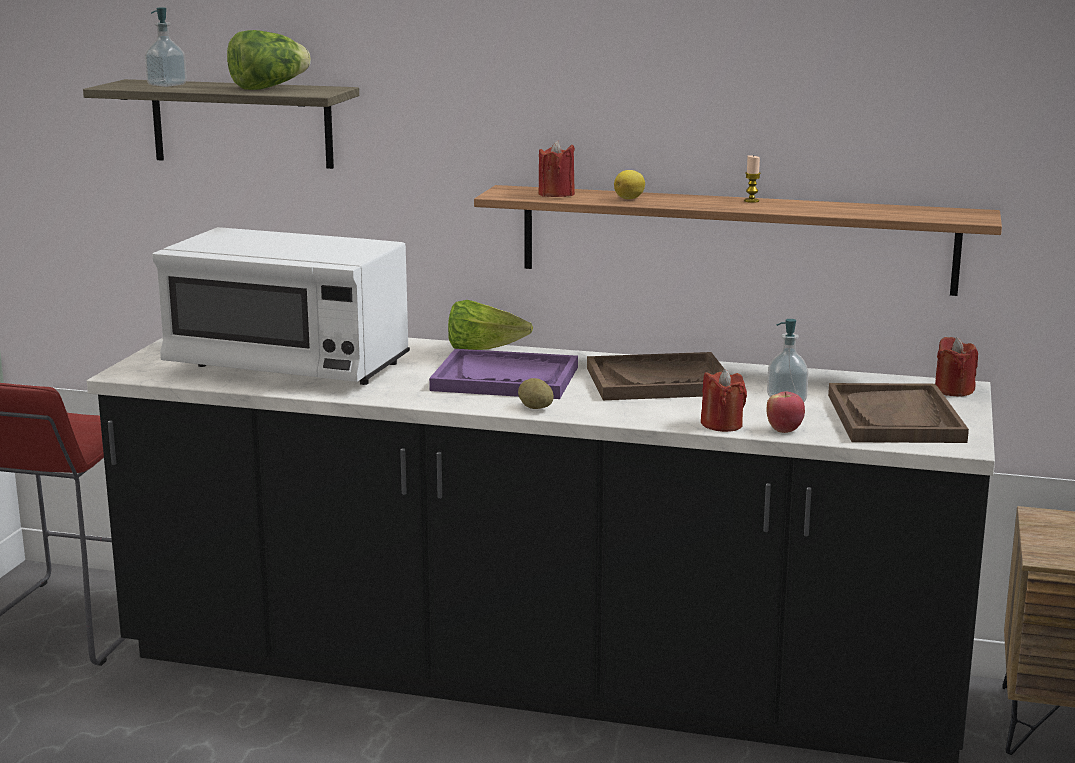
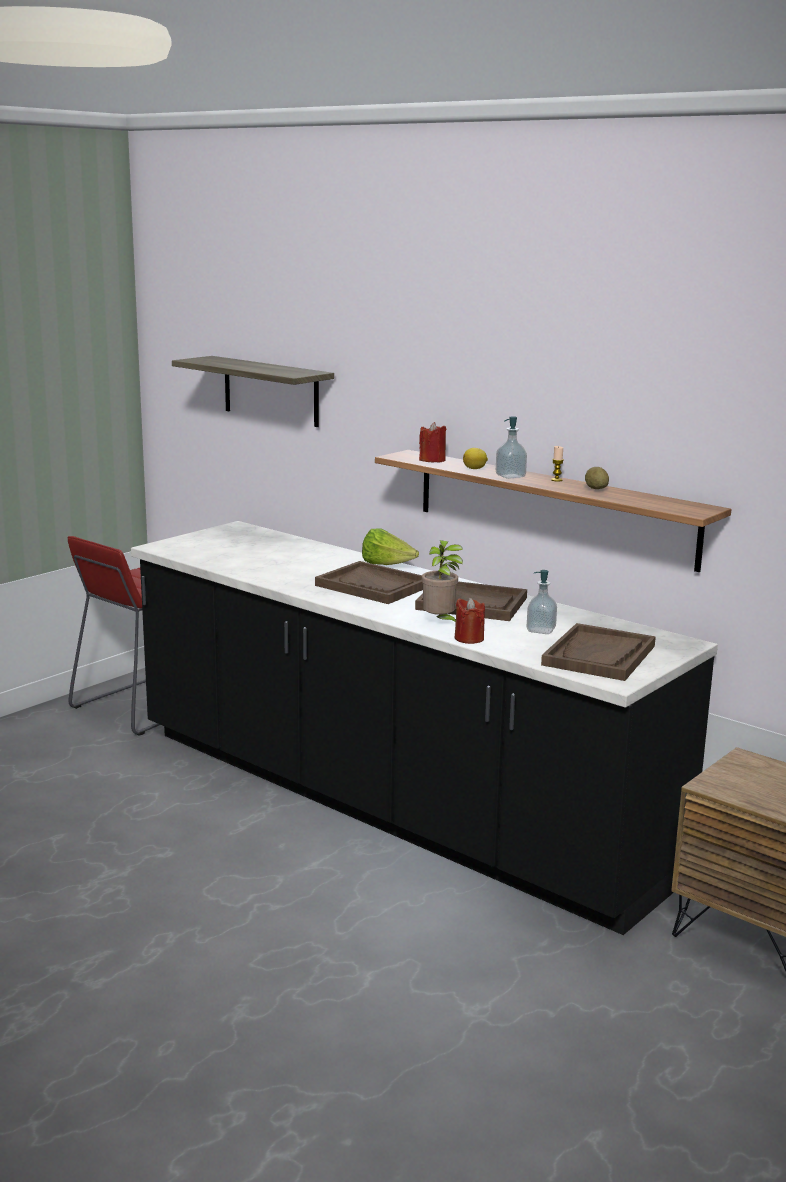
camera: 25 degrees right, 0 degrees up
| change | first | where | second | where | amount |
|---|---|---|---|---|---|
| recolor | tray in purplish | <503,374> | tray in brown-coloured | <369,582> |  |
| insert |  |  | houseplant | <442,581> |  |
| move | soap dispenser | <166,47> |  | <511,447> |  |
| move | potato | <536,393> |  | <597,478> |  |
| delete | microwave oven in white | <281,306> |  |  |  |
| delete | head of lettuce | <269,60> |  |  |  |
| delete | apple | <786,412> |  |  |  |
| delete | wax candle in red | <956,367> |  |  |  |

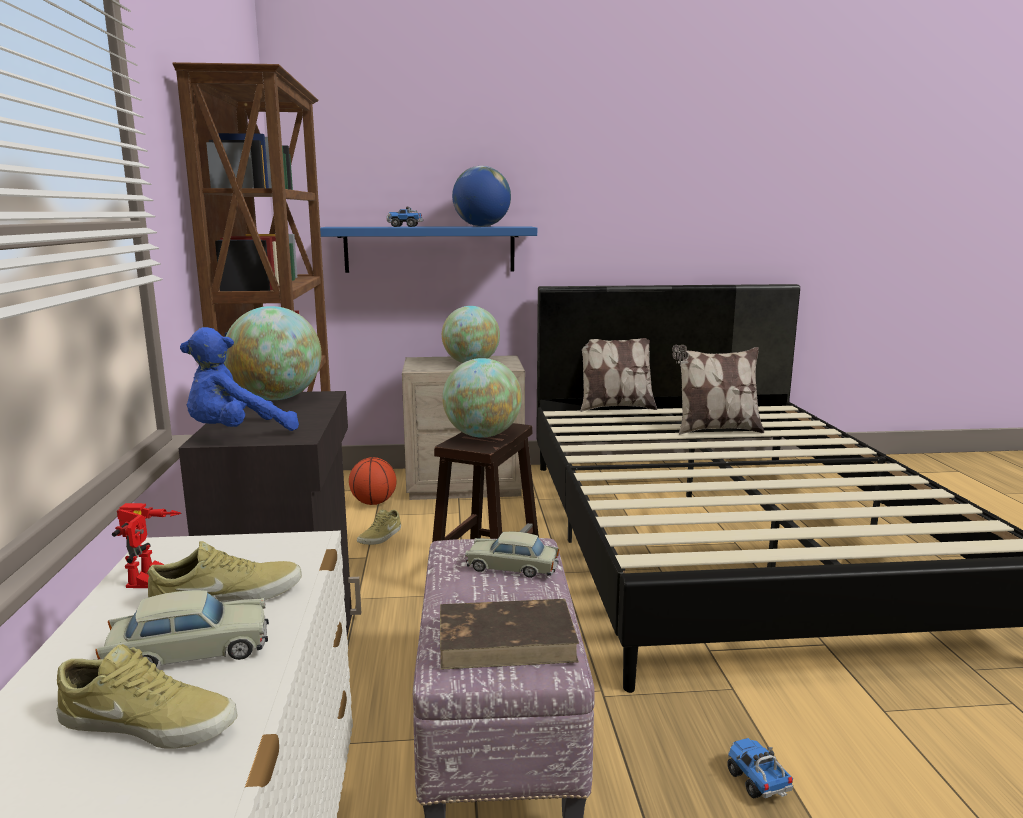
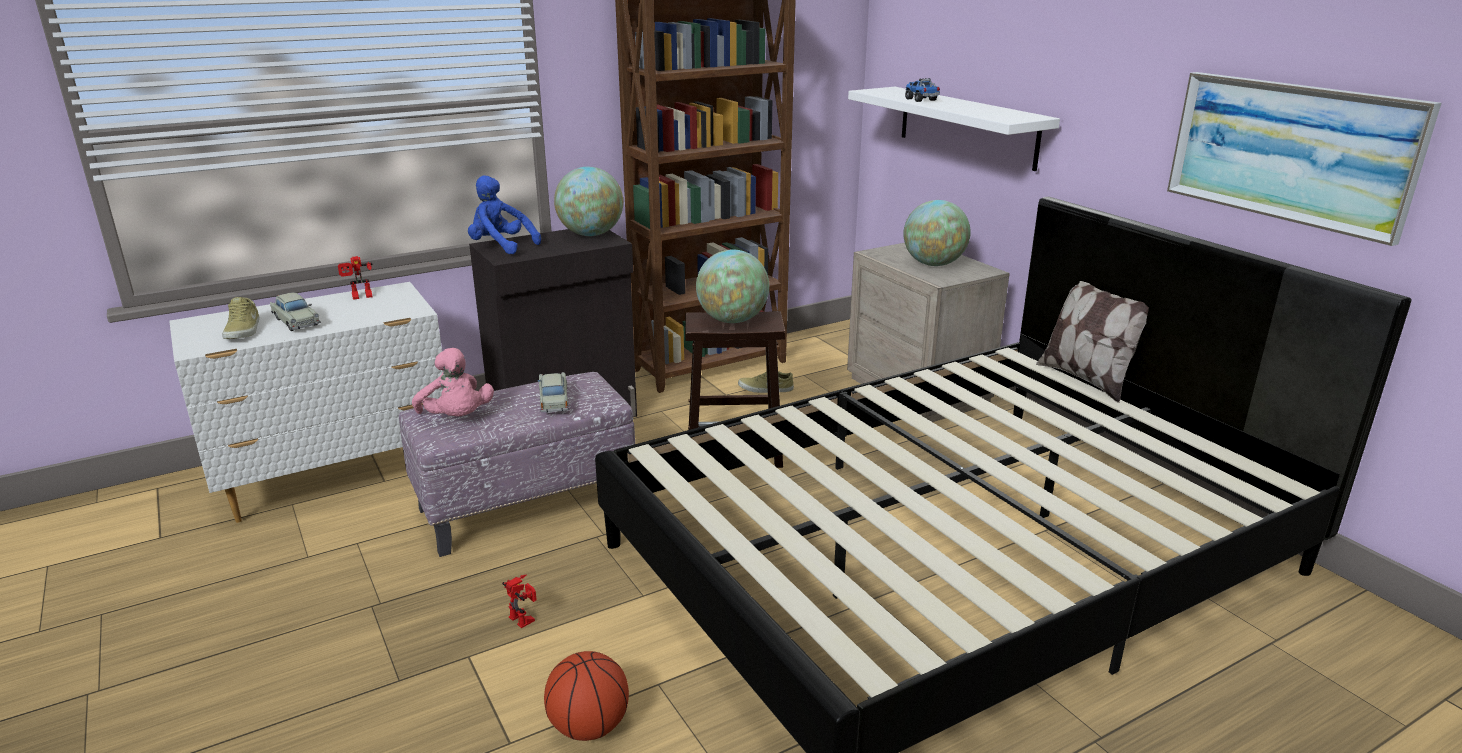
camera: 65 degrees right, 10 degrees up
| change | first | where | second | where | amount |
|---|---|---|---|---|---|
| replace | bound book in brown-coloured | <509,634> | cuddly toy in pinkish | <453,382> |  |
| replace | model truck | <760,768> | model robot | <519,601> |  |
| move | basketball ball | <373,481> |  | <586,696> |  |
| recolor | wall shelf in bluish | <428,249> | wall shelf in white | <954,129> |  |
| insert |  |  | wall art | <1304,159> |  |
| delete | shoe in sand-coloured | <224,571> |  |  |  |
| delete | world globe | <481,196> |  |  |  |
| delete | cushion | <718,390> |  |  |  |

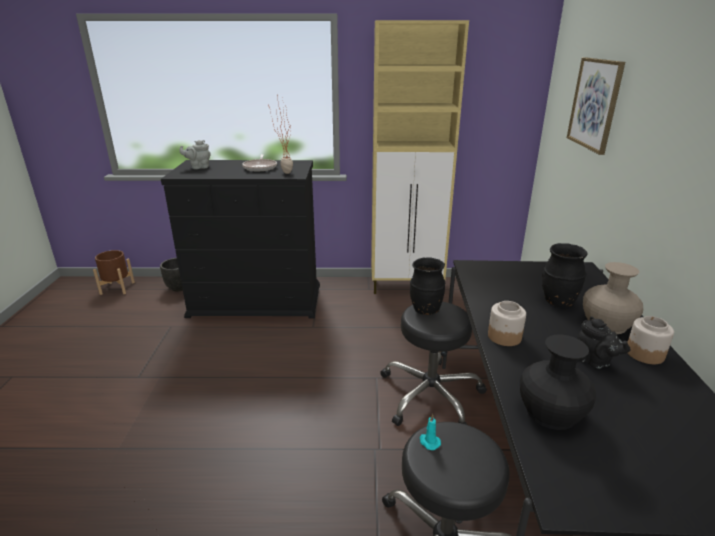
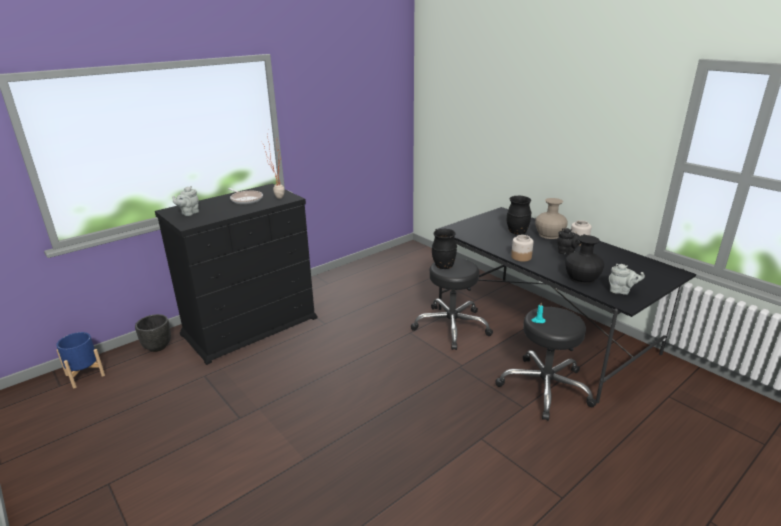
camera: 40 degrees left, 0 degrees up
| change | first | where | second | where | amount |
|---|---|---|---|---|---|
| recolor | planter in brown-coloured | <114,272> | planter in bluish | <80,360> |  |
| insert |  |  | tea pot in grey | <627,279> |  |
| delete | storage cabinet in sand-coloured | <420,157> |  |  |  |
| delete | wall art | <596,106> |  |  |  |

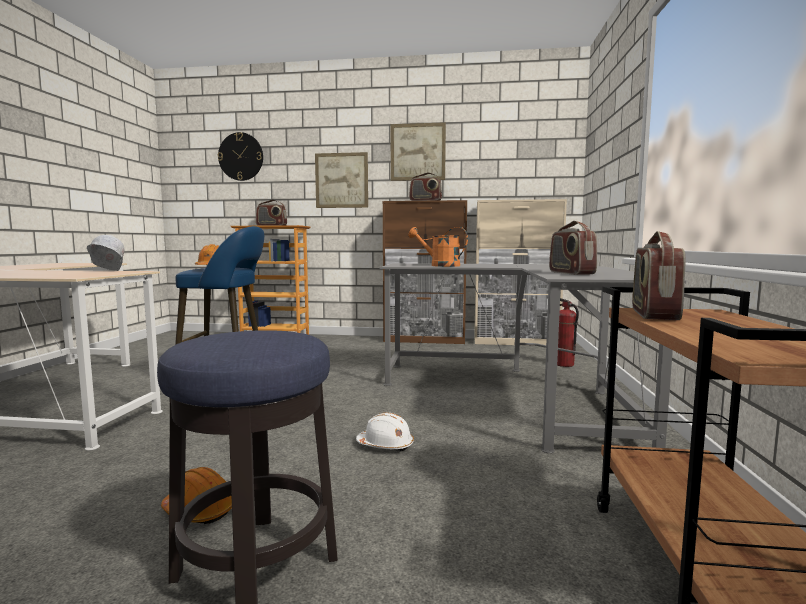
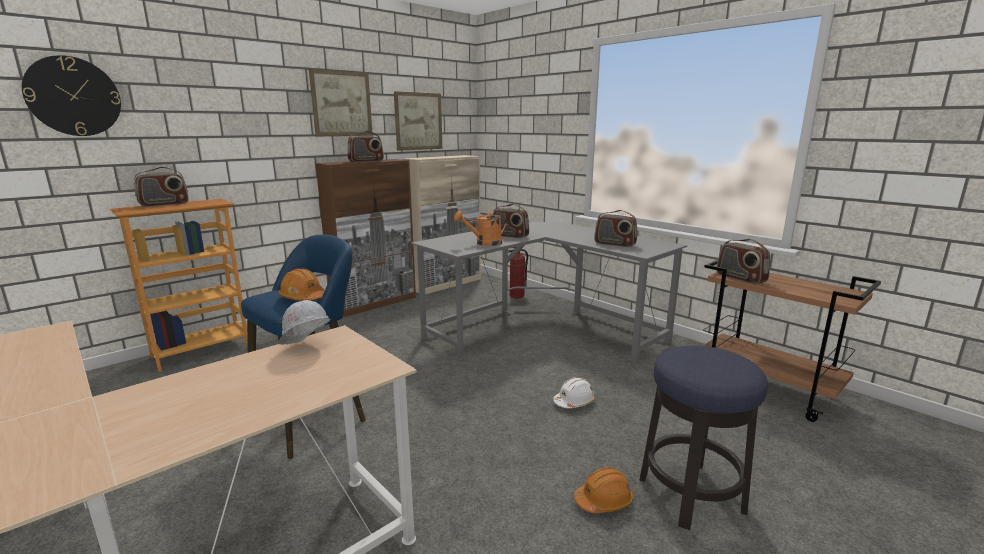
camera: 50 degrees left, 10 degrees up
| change | first | where | second | where | amount |
|---|---|---|---|---|---|
| move | wall art | <341,180> |  | <418,121> |  |
| insert |  |  | radio set | <511,221> |  |

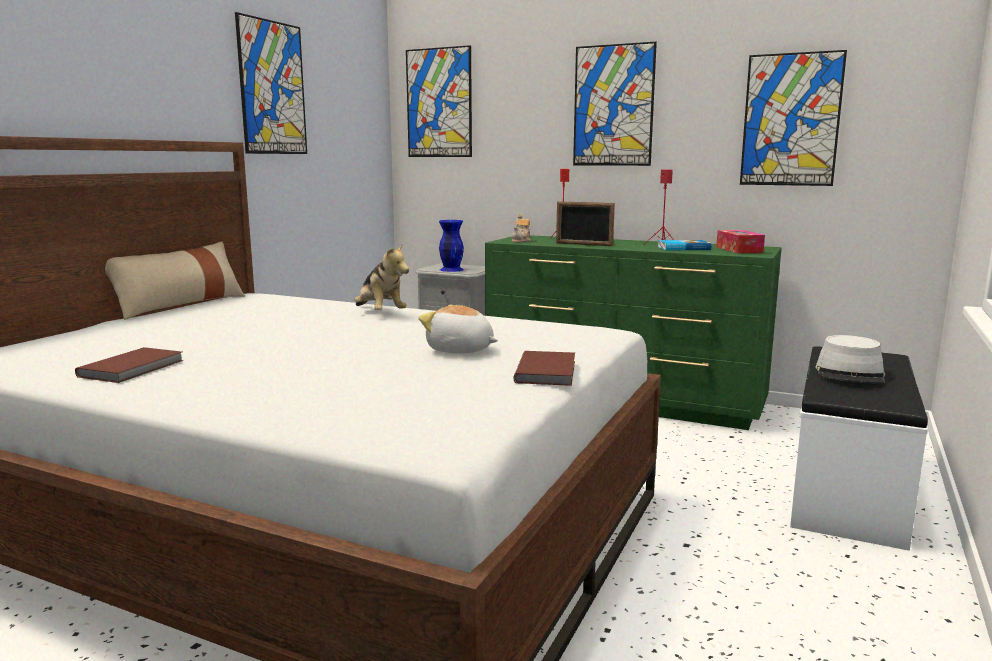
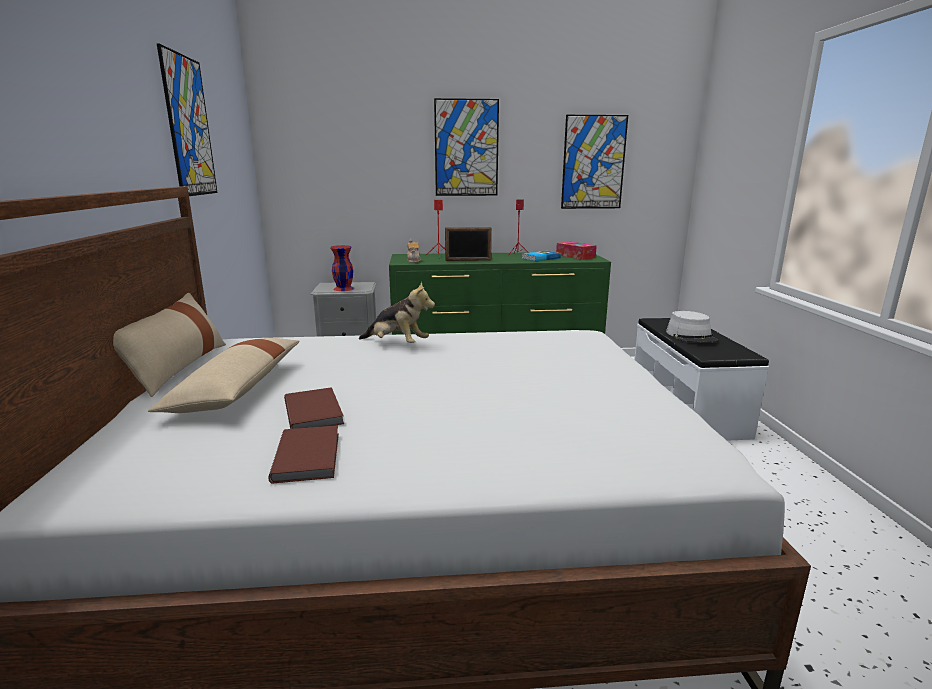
camera: 30 degrees left, 5 degrees up
| change | first | where | second | where | amount |
|---|---|---|---|---|---|
| insert |  |  | cushion in sand-coloured | <224,375> |  |
| move | bound book in brown-coloured | <544,368> |  | <314,408> |  |
| recolor | flower vase in bluish | <451,246> | flower vase in red | <342,268> |  |
| delete | wall art | <439,101> |  |  |  |
| delete | cuddly toy | <458,329> |  |  |  |

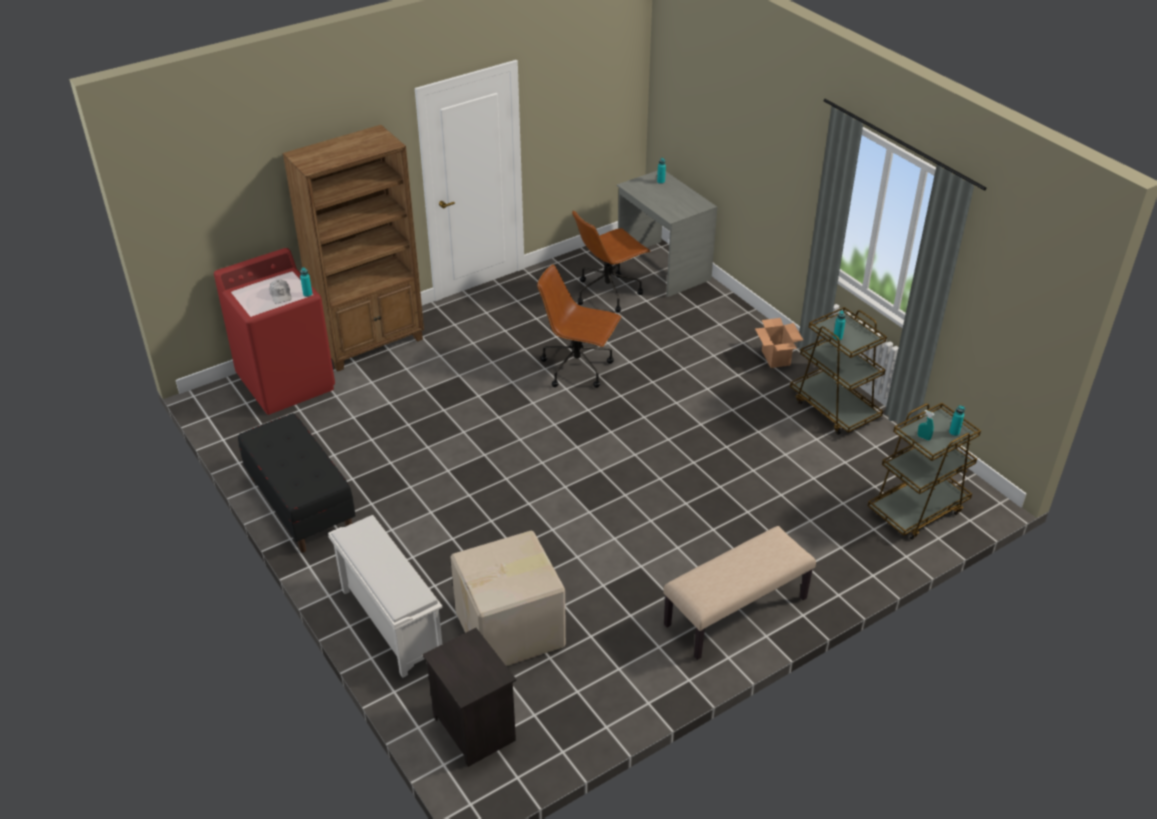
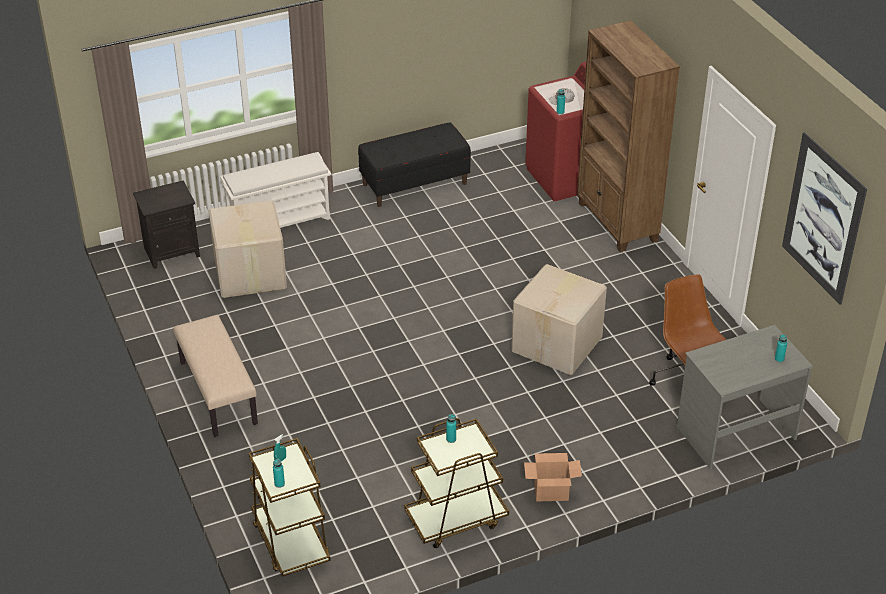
camera: 100 degrees right, 0 degrees up
| change | first | where | second | where | amount |
|---|---|---|---|---|---|
| replace | desk chair in brown-coloured | <579,326> | packing box | <559,319> |  |
| insert |  |  | wall art | <824,218> |  |

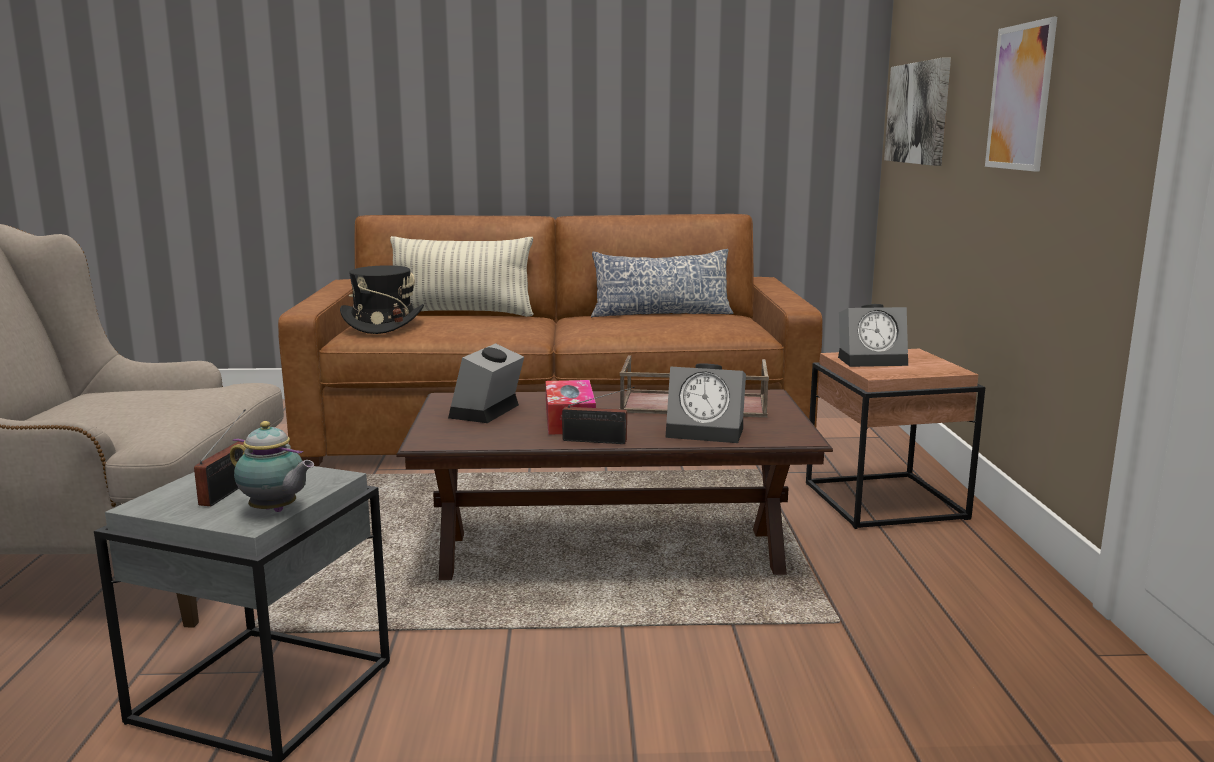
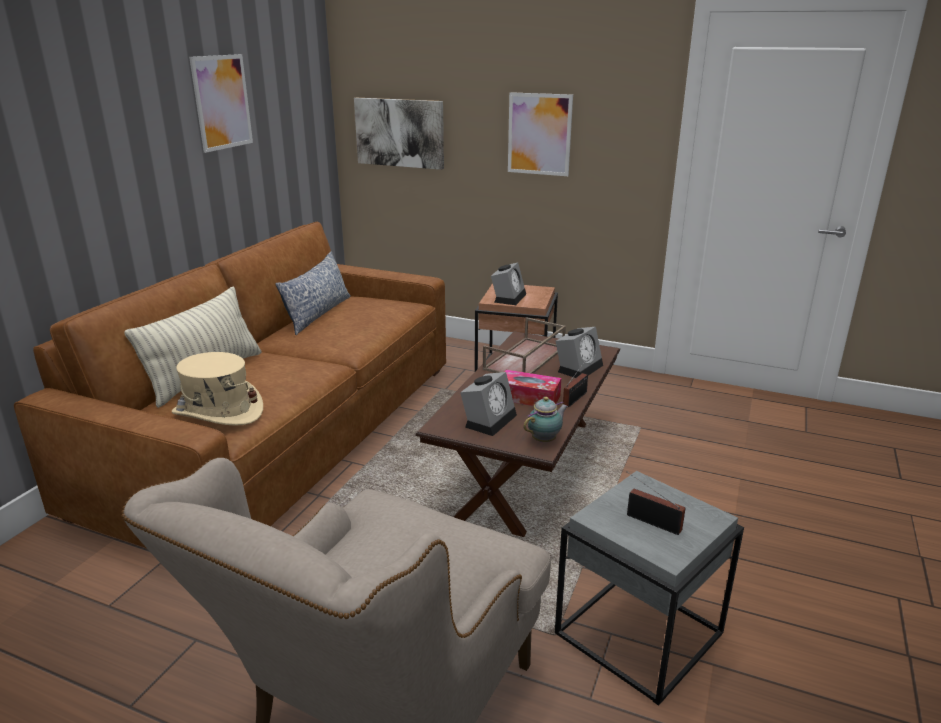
camera: 65 degrees left, 10 degrees up
| change | first | where | second | where | amount |
|---|---|---|---|---|---|
| recolor | hat in blackish | <382,299> | hat in sand-coloured | <217,389> |  |
| insert |  |  | wall art | <221,103> |  |
| rotate | alarm clock | <486,383> |  | <488,404> | 105 degrees counterclockwise |
| move | tea pot | <272,466> |  | <546,419> |  |

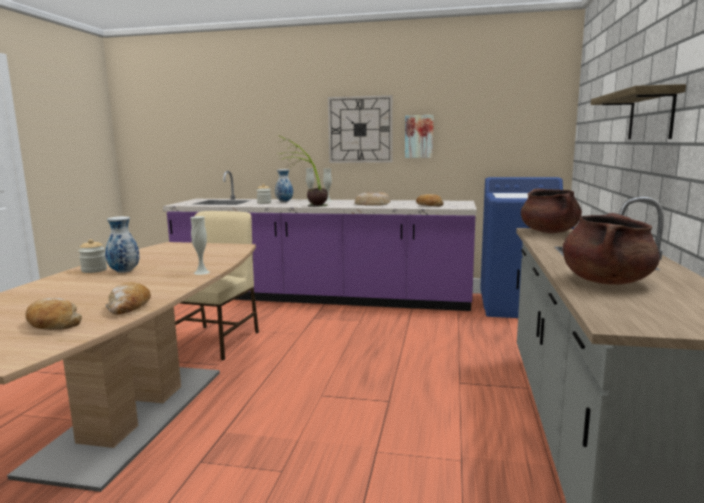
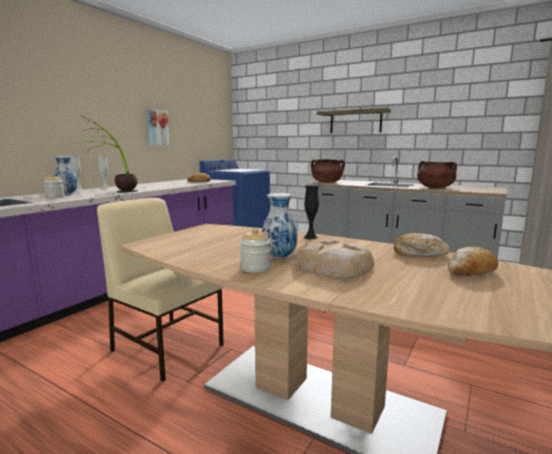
camera: 70 degrees left, 0 degrees up
| change | first | where | second | where | amount |
|---|---|---|---|---|---|
| move | baked bread | <372,199> |  | <334,259> |  |
| recolor | flower vase in white | <200,245> | flower vase in blackish | <311,212> |  |
| delete | clock on the wall | <360,129> |  |  |  |

